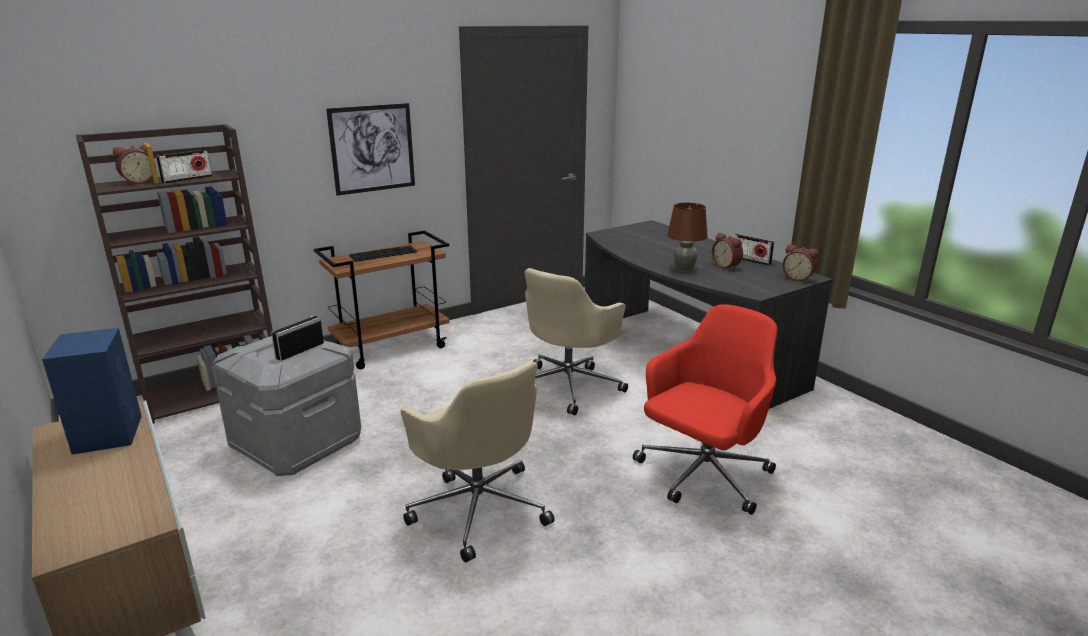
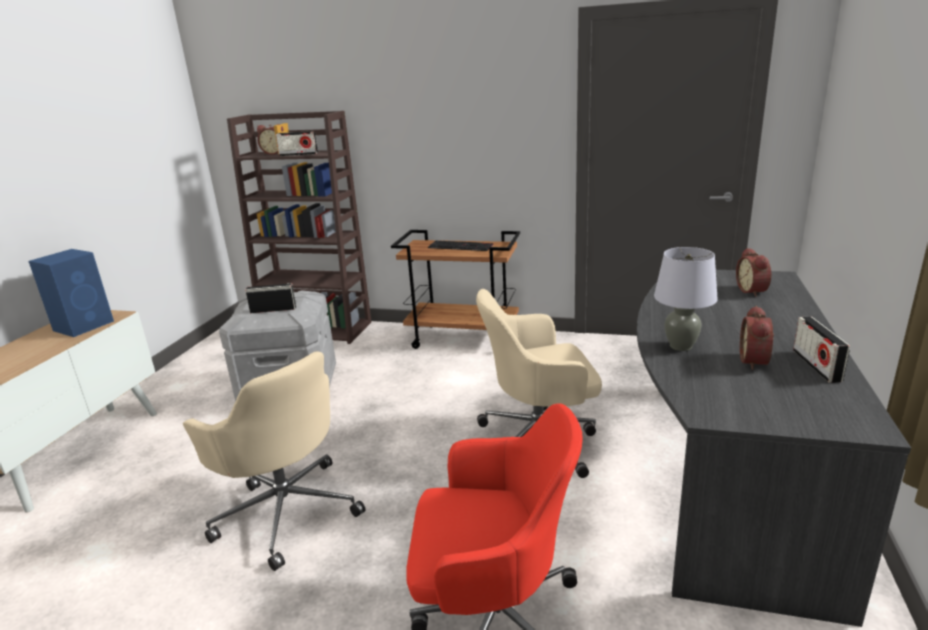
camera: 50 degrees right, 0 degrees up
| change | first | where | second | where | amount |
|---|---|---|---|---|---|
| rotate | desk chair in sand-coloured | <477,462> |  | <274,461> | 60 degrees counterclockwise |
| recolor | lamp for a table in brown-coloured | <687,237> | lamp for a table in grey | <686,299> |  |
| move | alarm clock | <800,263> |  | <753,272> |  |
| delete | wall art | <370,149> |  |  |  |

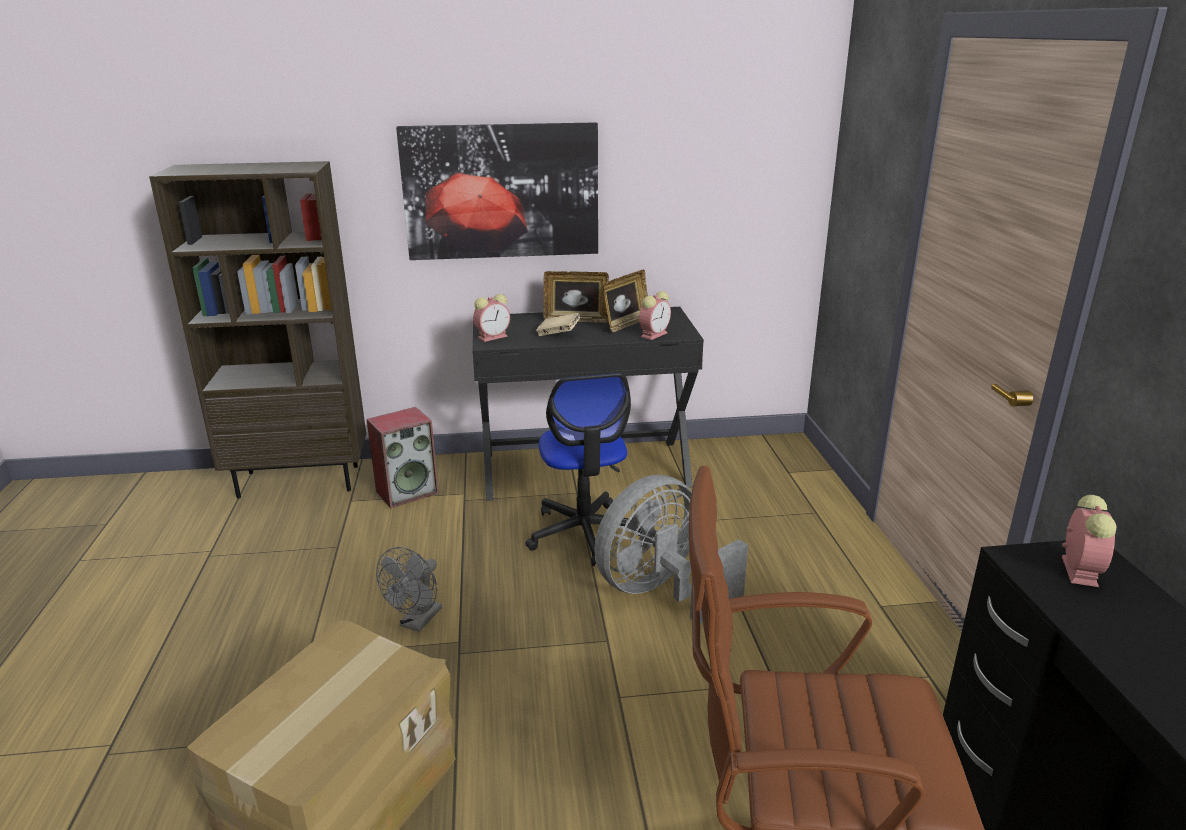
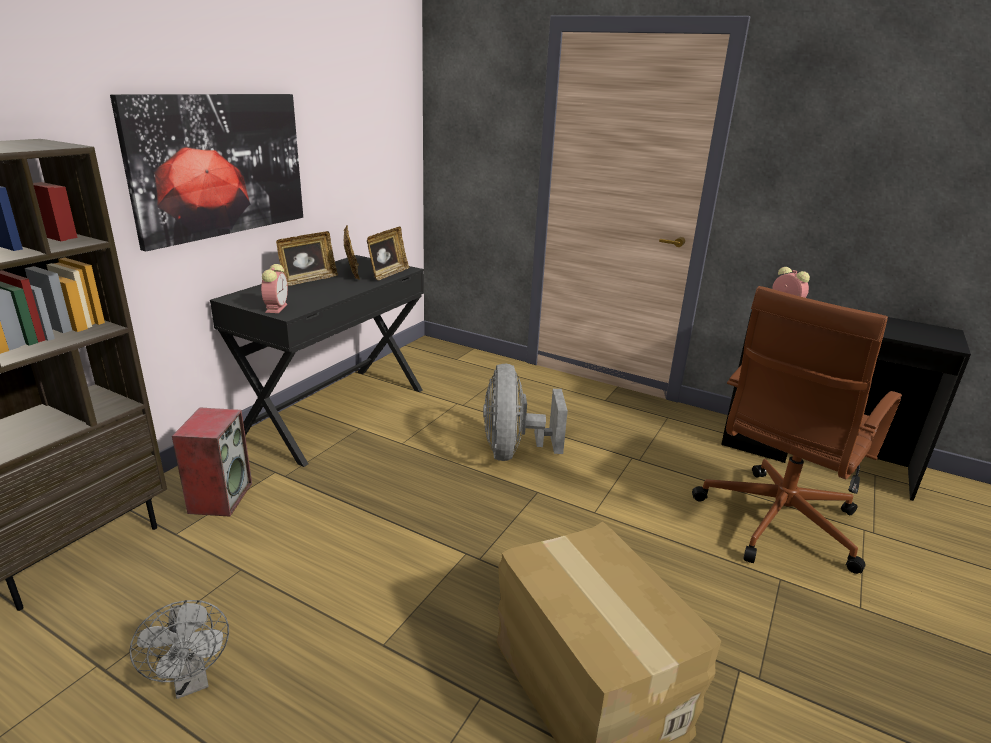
camera: 55 degrees left, 0 degrees up
| change | first | where | second | where | amount |
|---|---|---|---|---|---|
| move | electric fan in grey | <409,589> |  | <179,649> |  |
| replace | alarm clock | <655,315> | picture frame | <388,253> |  |
| delete | desk chair | <584,469> |  |  |  |
| delete | bound book in sand-coloured | <558,324> |  |  |  |

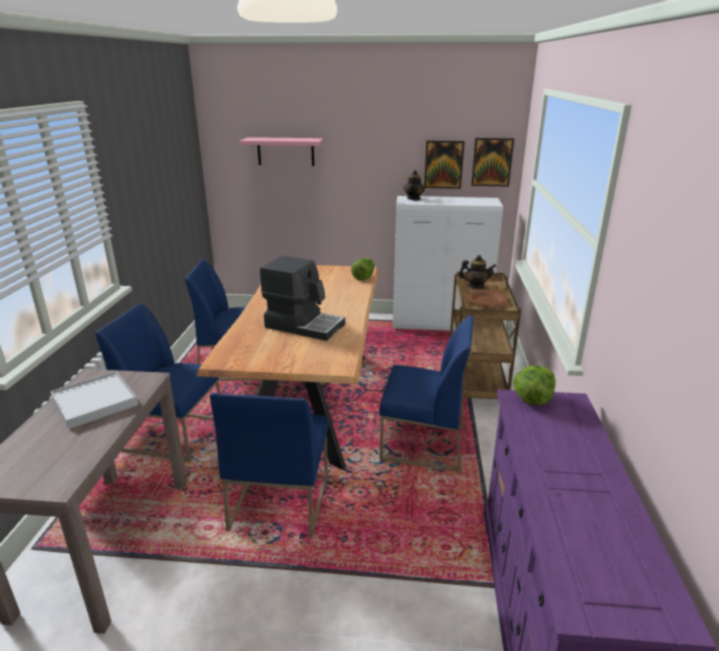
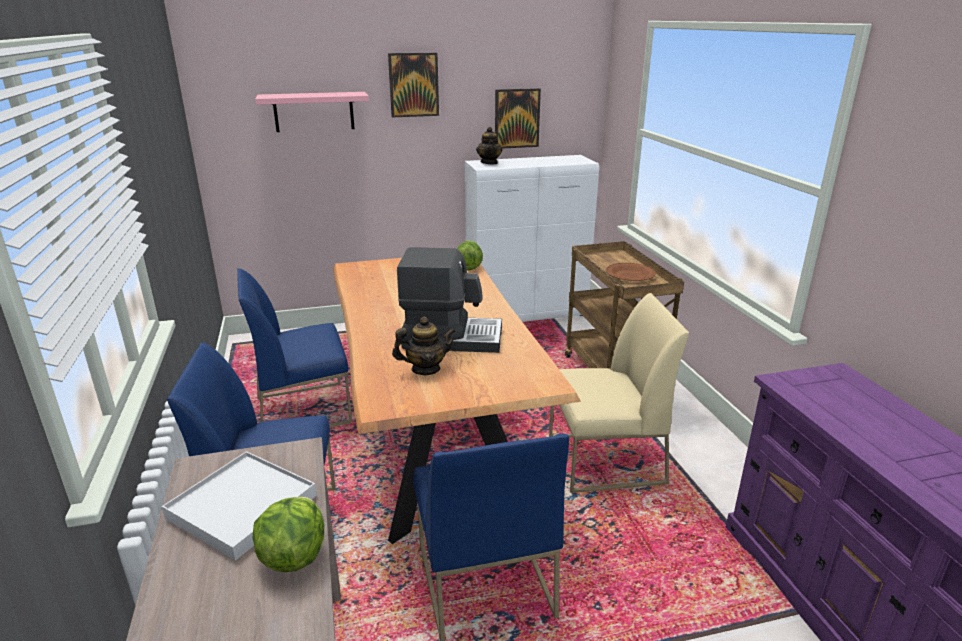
camera: 20 degrees left, 0 degrees up
| change | first | where | second | where | amount |
|---|---|---|---|---|---|
| move | head of lettuce | <534,385> |  | <288,534> |  |
| move | wall art | <492,162> |  | <413,85> |  |
| move | tea pot | <477,271> |  | <424,346> |  |
| recolor | chair in bluish | <427,393> | chair in sand-coloured | <619,393> |  |

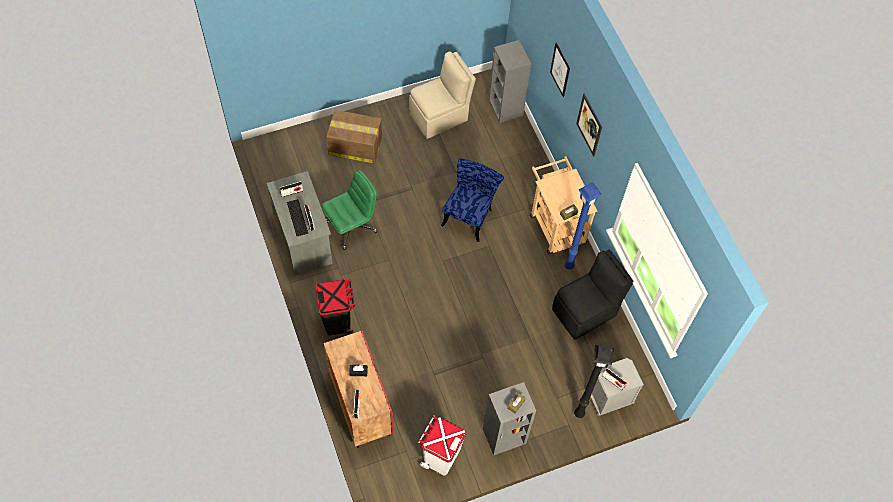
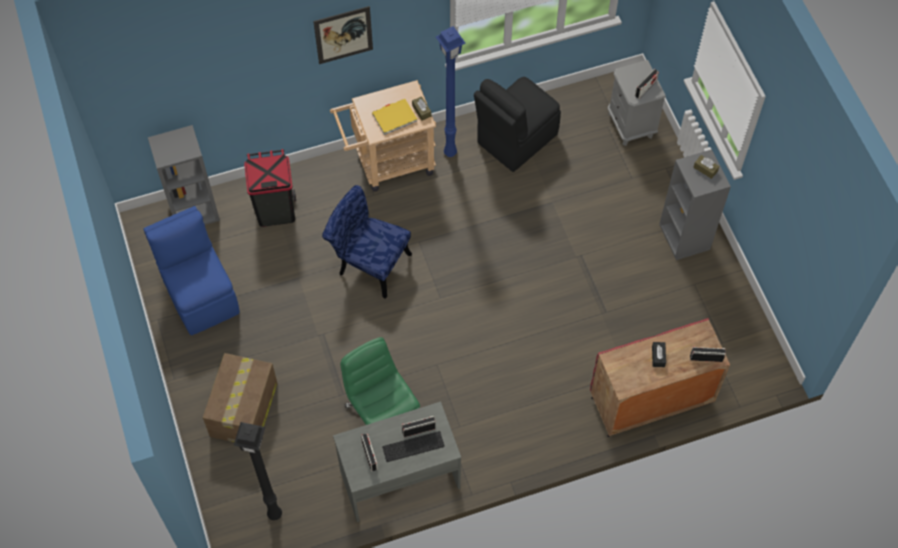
camera: 85 degrees left, 0 degrees up
| change | first | where | second | where | amount |
|---|---|---|---|---|---|
| recolor | chair in sand-coloured | <442,95> | chair in bluish | <192,270> |  |
| move | standard lamp in blackish | <594,381> |  | <258,471> |  |
| move | waste bin in blackish | <335,307> |  | <270,188> |  |
| insert |  |  | bound book in yellow-coloured | <394,117> |  |
| rotate | chair in blackish | <592,295> |  | <517,124> | 105 degrees counterclockwise |
| delete | waste bin in white | <442,446> |  |  |  |
| delete | wall art | <560,70> |  |  |  |

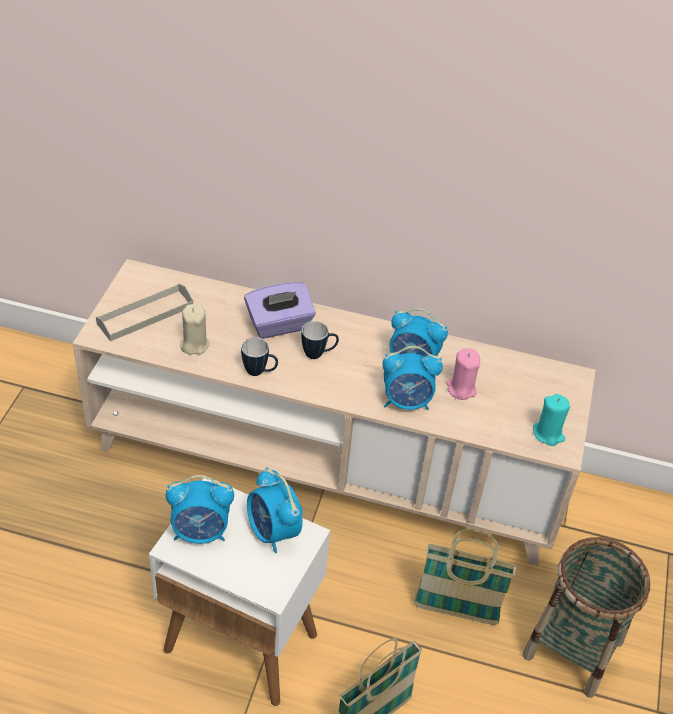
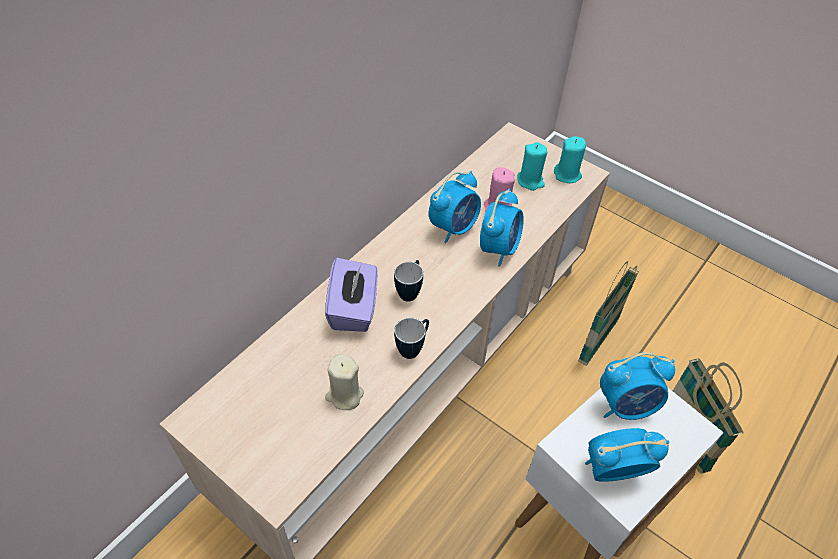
camera: 65 degrees left, 5 degrees up
| change | first | where | second | where | amount |
|---|---|---|---|---|---|
| insert |  |  | wax candle in turquoise-coloured | <532,166> |  |
| rotate | alarm clock | <200,509> |  | <627,455> | 120 degrees counterclockwise |
| delete | tray in grey | <144,312> |  |  |  |
| delete | basket | <586,617> |  |  |  |

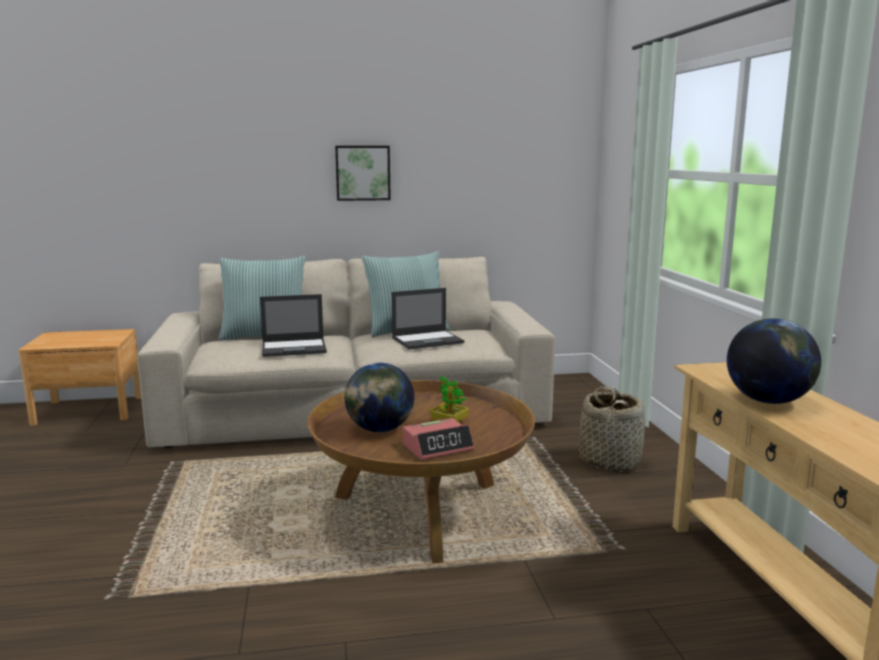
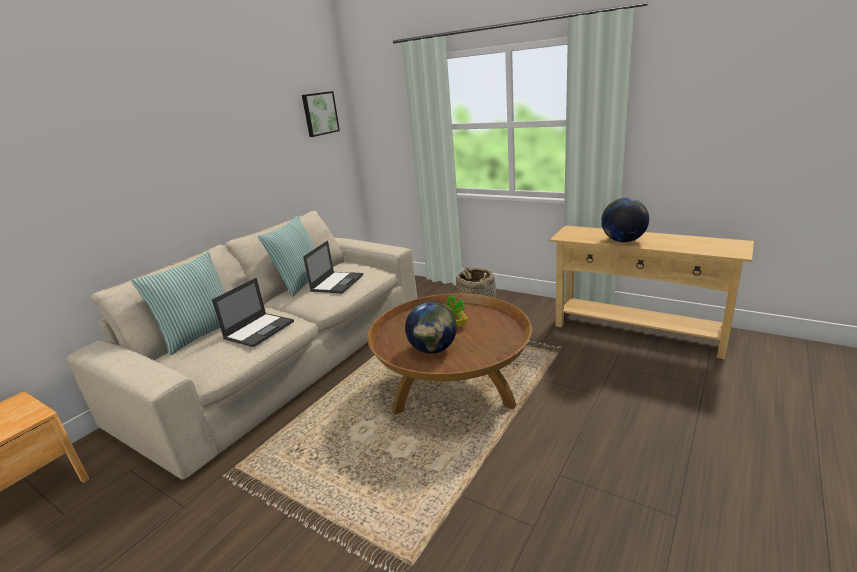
camera: 45 degrees left, 10 degrees up
| change | first | where | second | where | amount |
|---|---|---|---|---|---|
| move | wall art | <363,173> |  | <321,114> |  |
| delete | alarm clock | <439,439> |  |  |  |

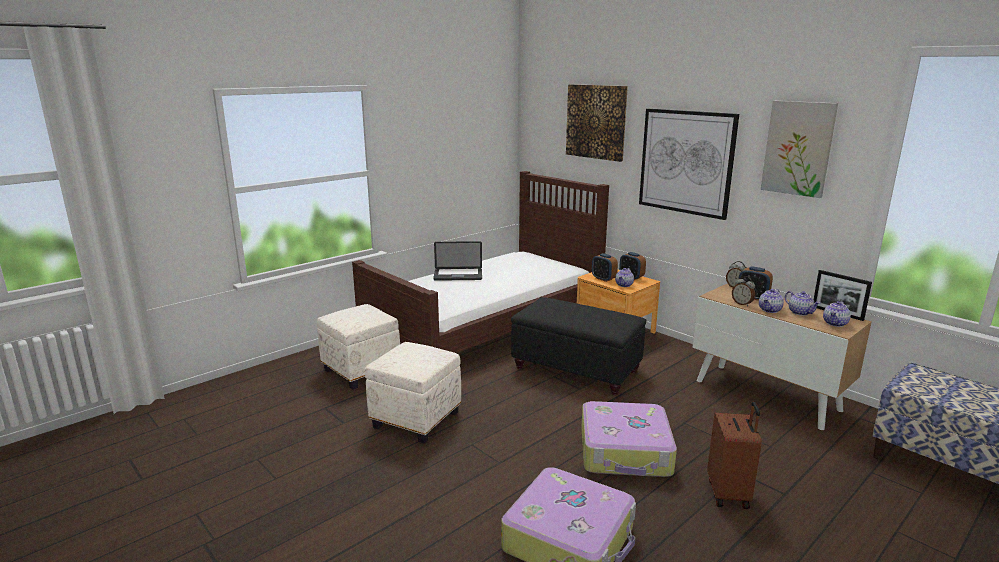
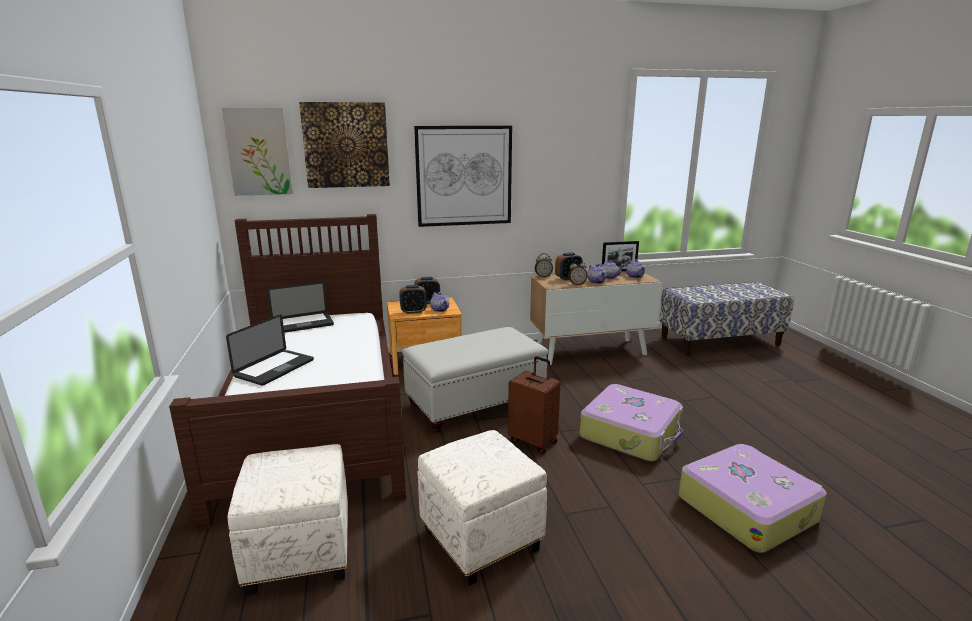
camera: 60 degrees left, 0 degrees up
| change | first | where | second | where | amount |
|---|---|---|---|---|---|
| move | wall art | <799,149> |  | <257,152> |  |
| insert |  |  | laptop | <300,307> |  |
| recolor | pouffe in blackish | <579,346> | pouffe in white | <475,380> |  |
| move | suitcase in brown-coloured | <734,455> |  | <534,405> |  |

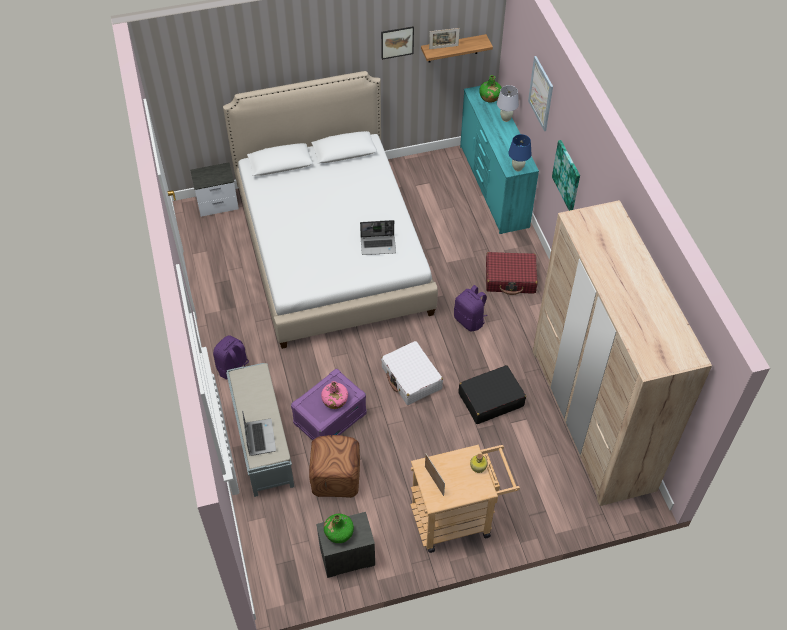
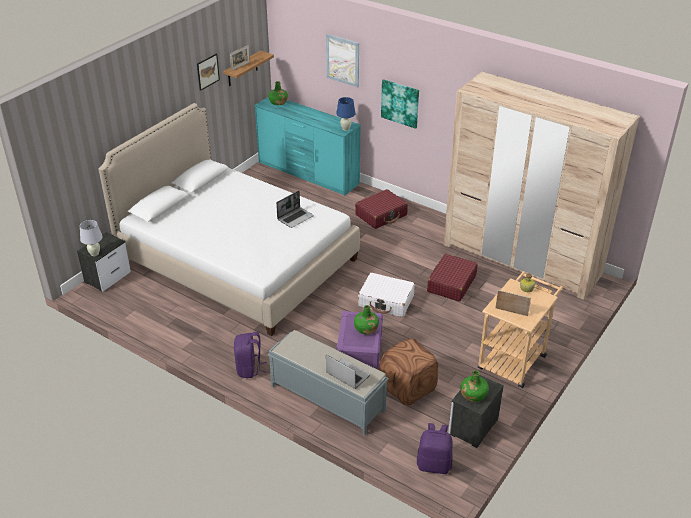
camera: 40 degrees left, 15 degrees down
| change | first | where | second | where | amount |
|---|---|---|---|---|---|
| move | lamp for a table in white | <508,103> |  | <91,238> |  |
| recolor | bottle in pinkish | <334,395> | bottle in greenish | <366,320> |  |
| move | rucksack in purplish | <471,308> |  | <435,448> |  |
| recolor | suitcase in blackish | <492,394> | suitcase in red | <452,278> |  |

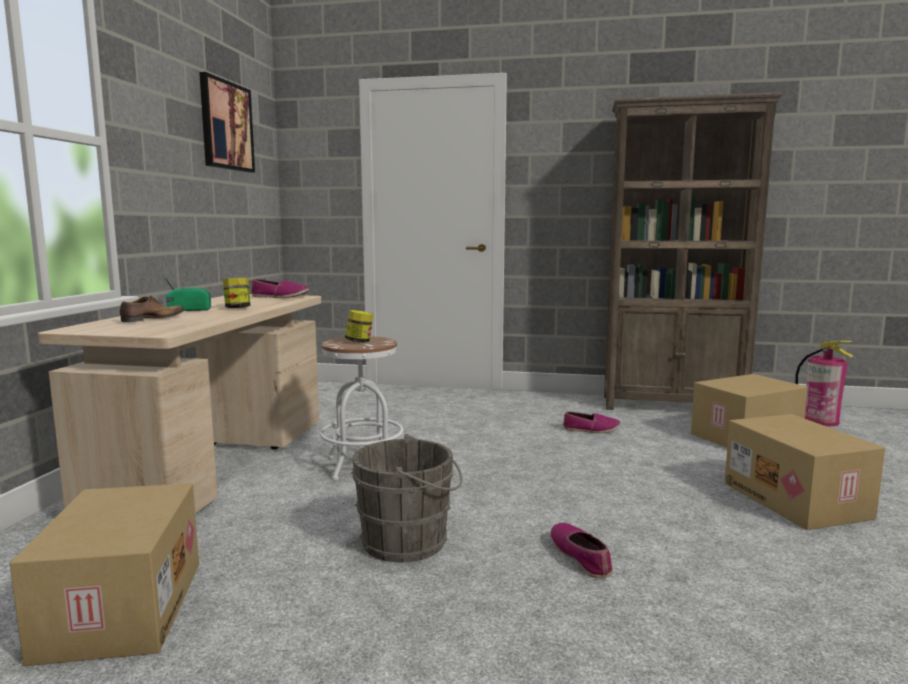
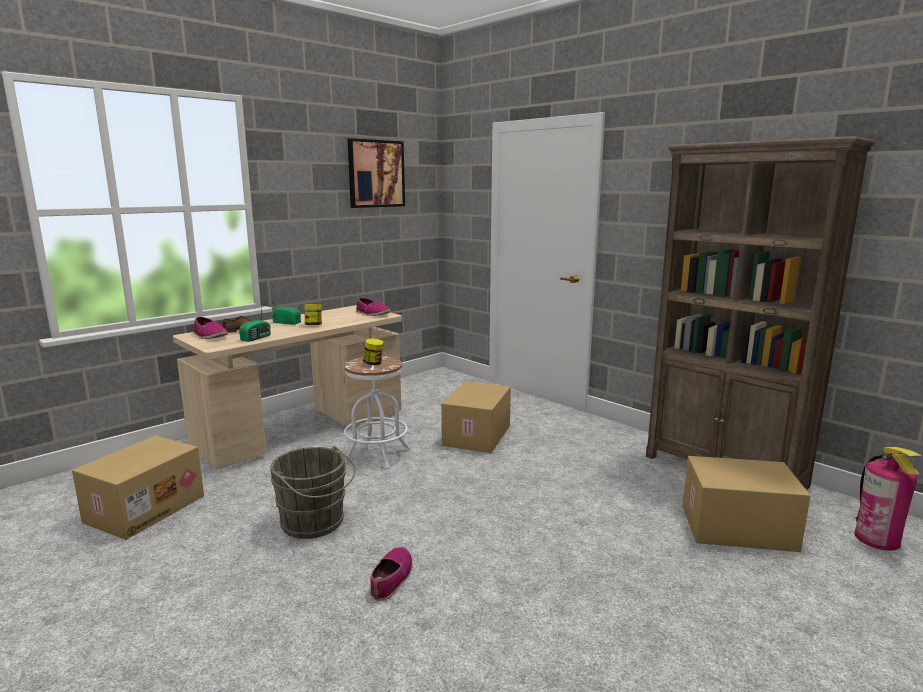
camera: 35 degrees right, 5 degrees up
| change | first | where | second | where | amount |
|---|---|---|---|---|---|
| move | shoe | <591,422> |  | <210,328> |  |
| insert |  |  | radio set | <255,325> |  |
| move | packing box | <804,472> |  | <476,417> |  |

